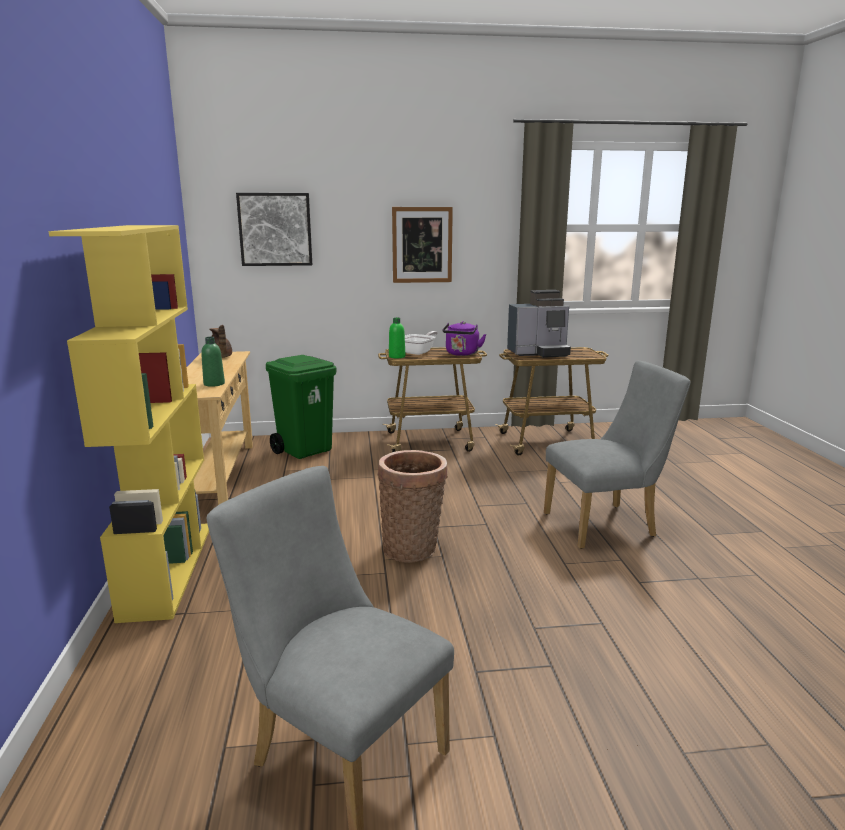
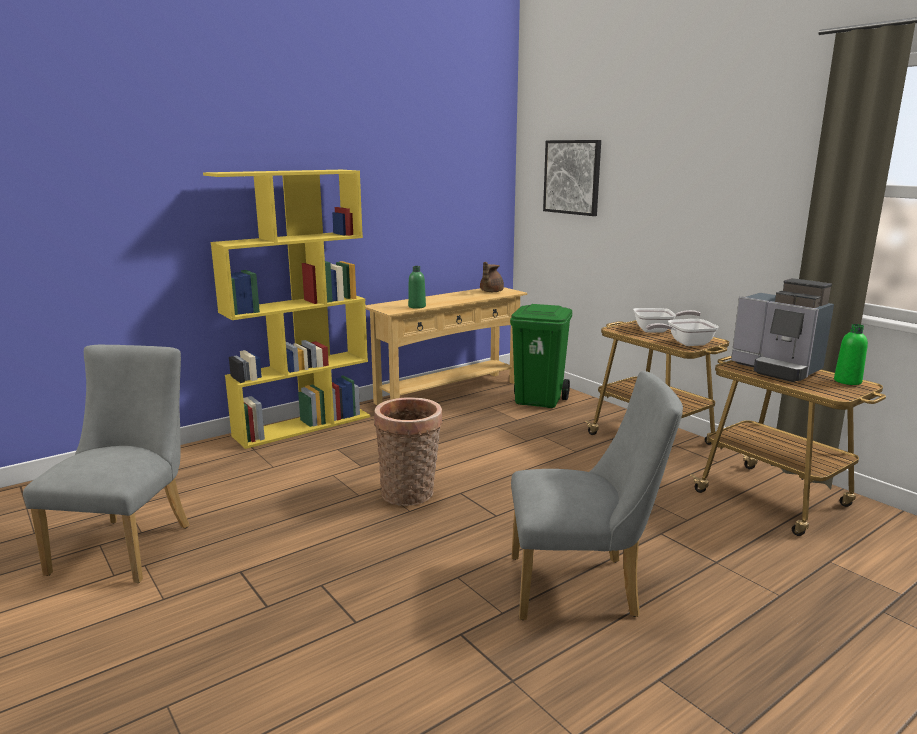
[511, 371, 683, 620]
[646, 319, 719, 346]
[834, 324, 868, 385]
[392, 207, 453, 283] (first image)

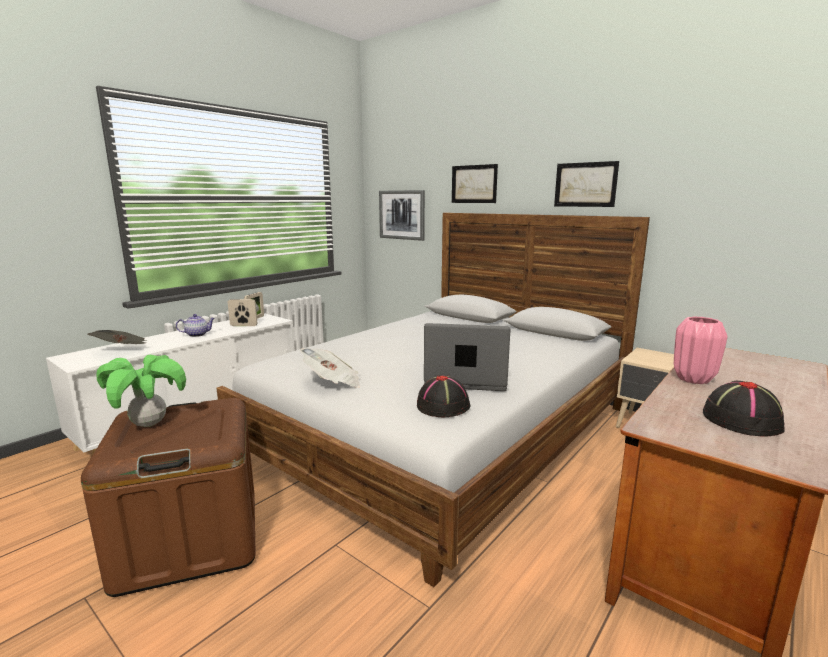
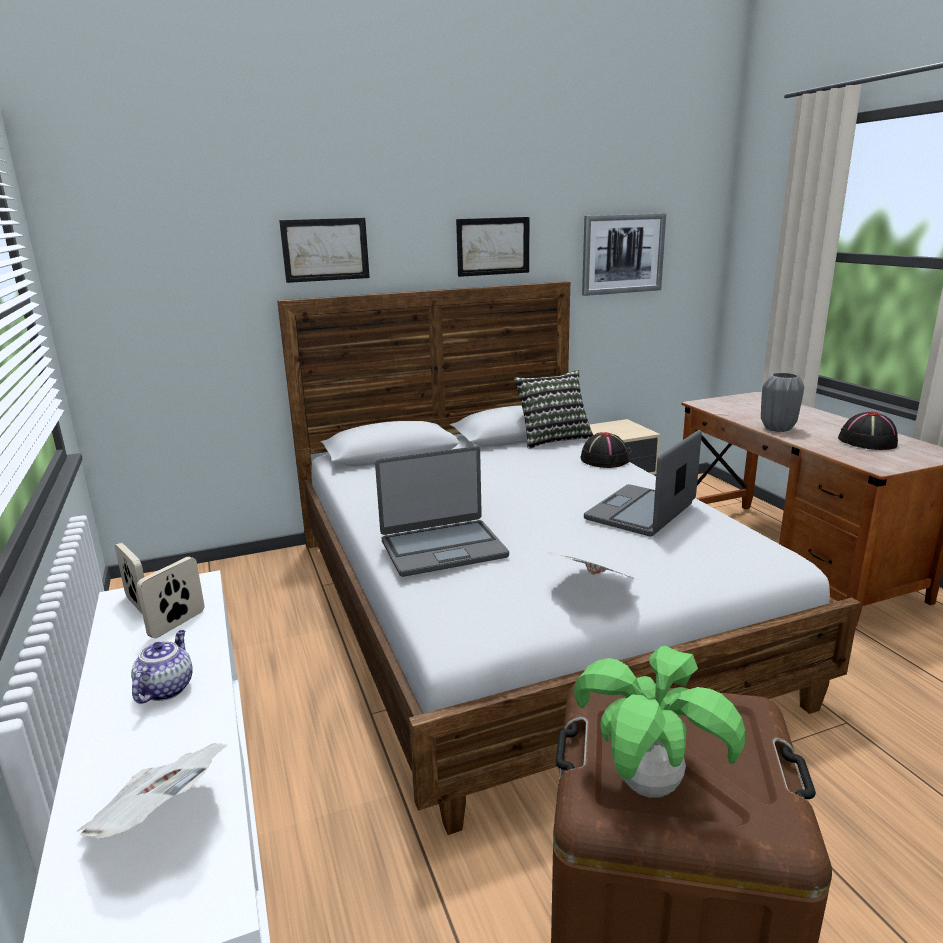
[375, 446, 509, 577]
[514, 370, 593, 449]
[581, 432, 629, 468]
[582, 213, 666, 296]
[761, 372, 804, 432]

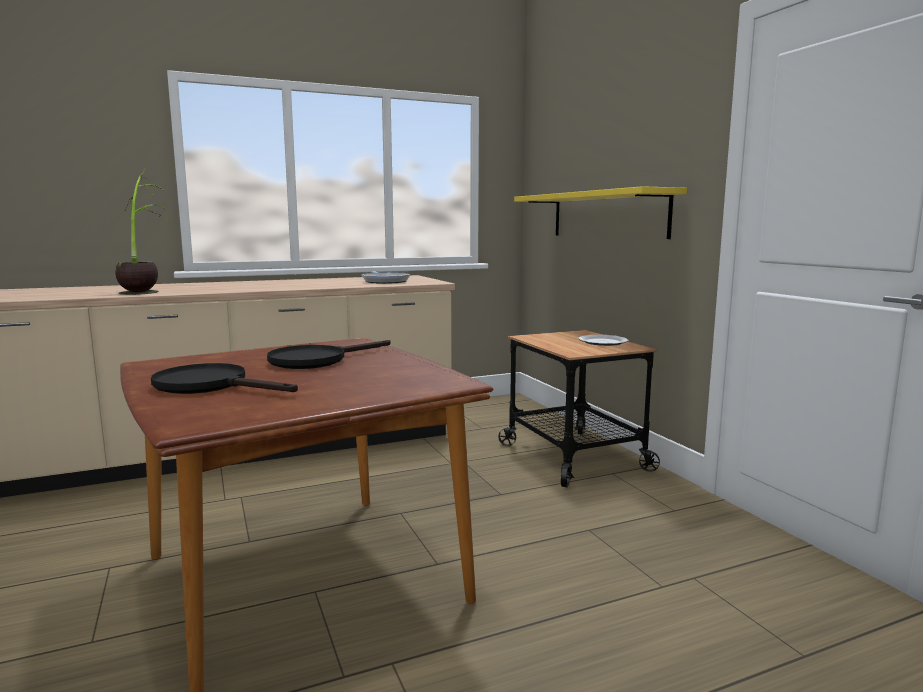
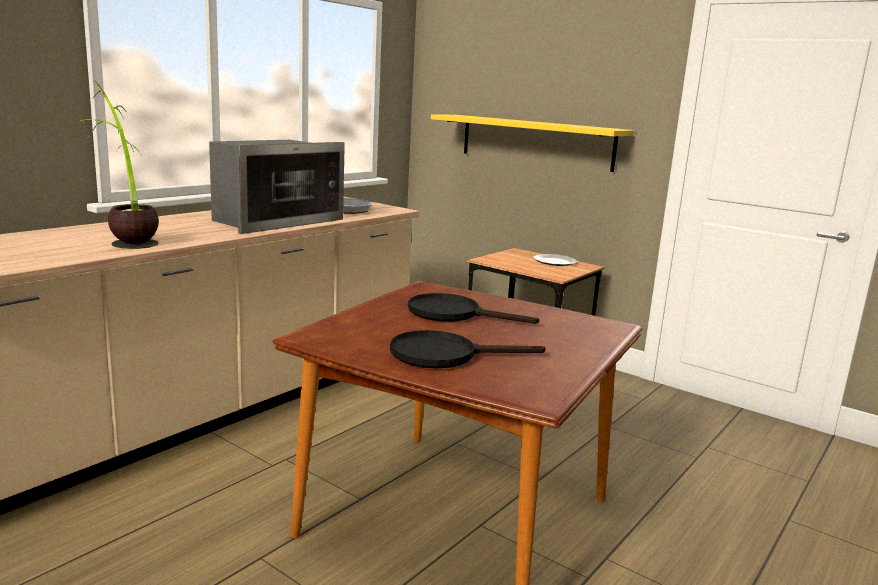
[209, 140, 345, 234]
[408, 293, 539, 324]

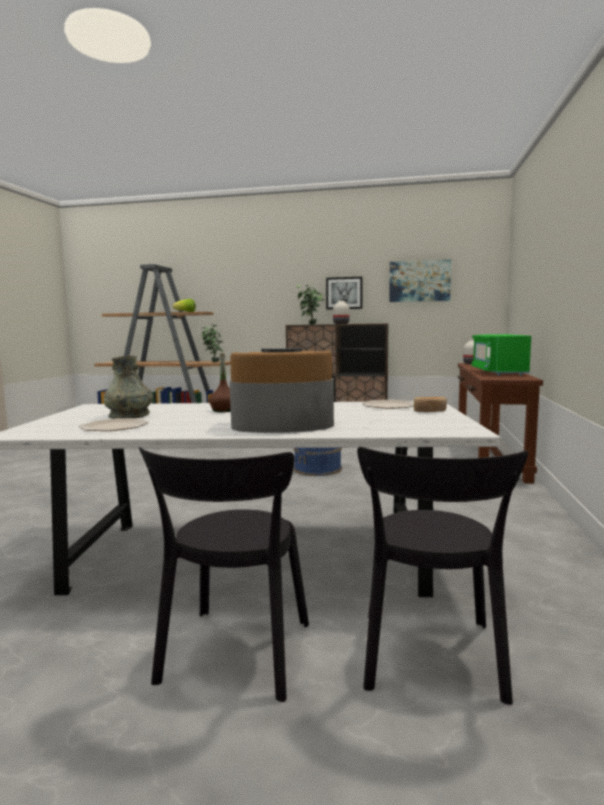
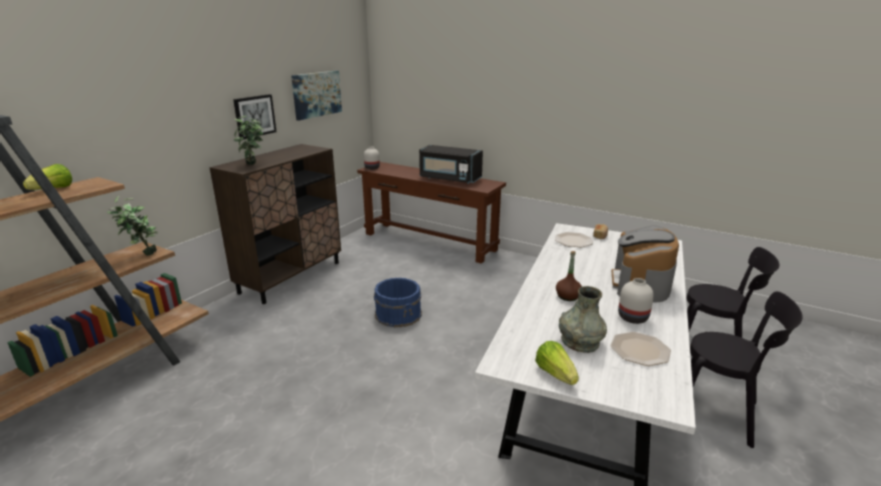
[419, 145, 483, 184]
[535, 341, 579, 385]
[618, 278, 654, 324]

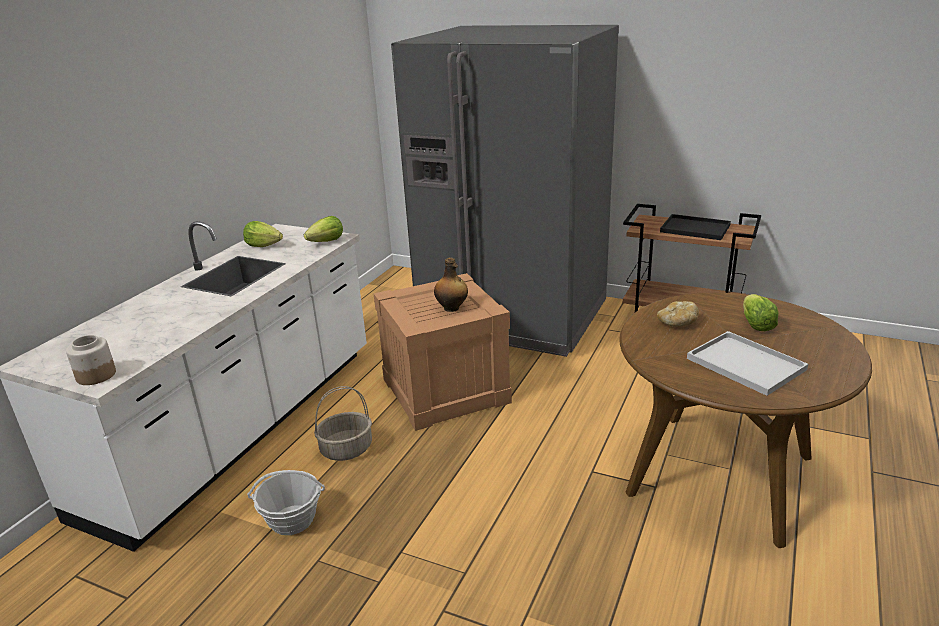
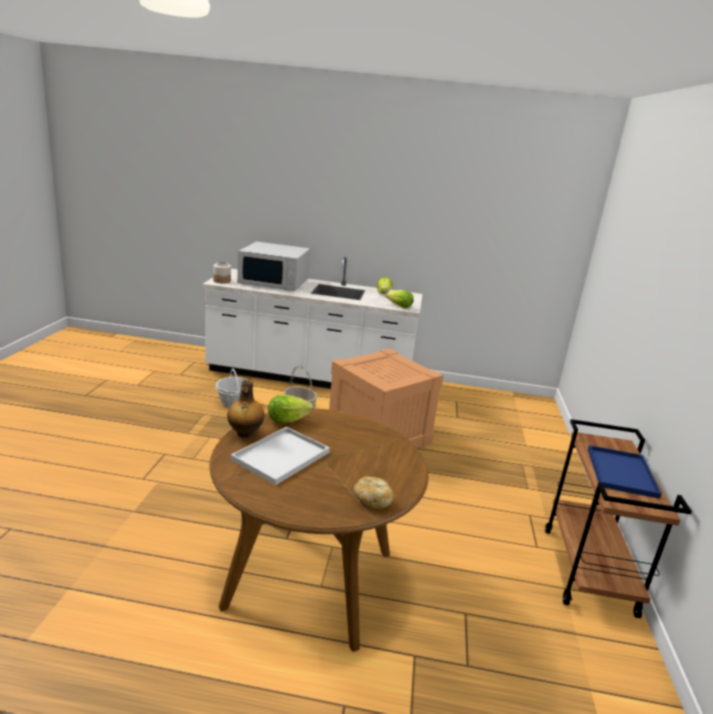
[227, 380, 265, 438]
[237, 241, 310, 291]
[268, 395, 313, 423]
[354, 477, 394, 509]
[588, 445, 662, 499]
[391, 25, 619, 357] (first image)

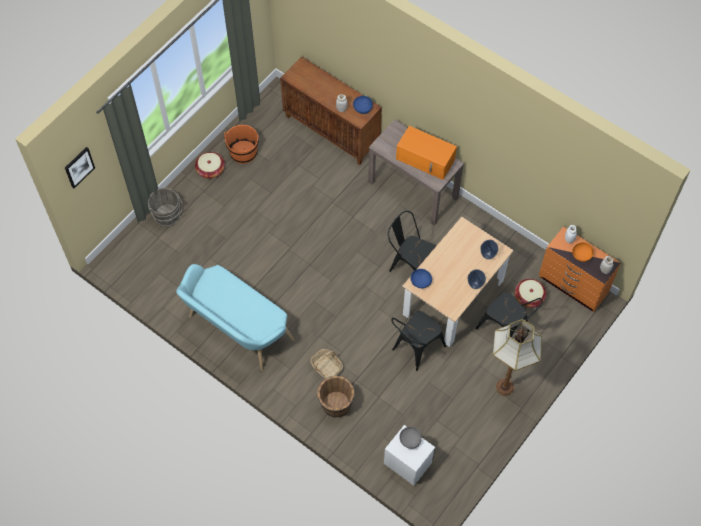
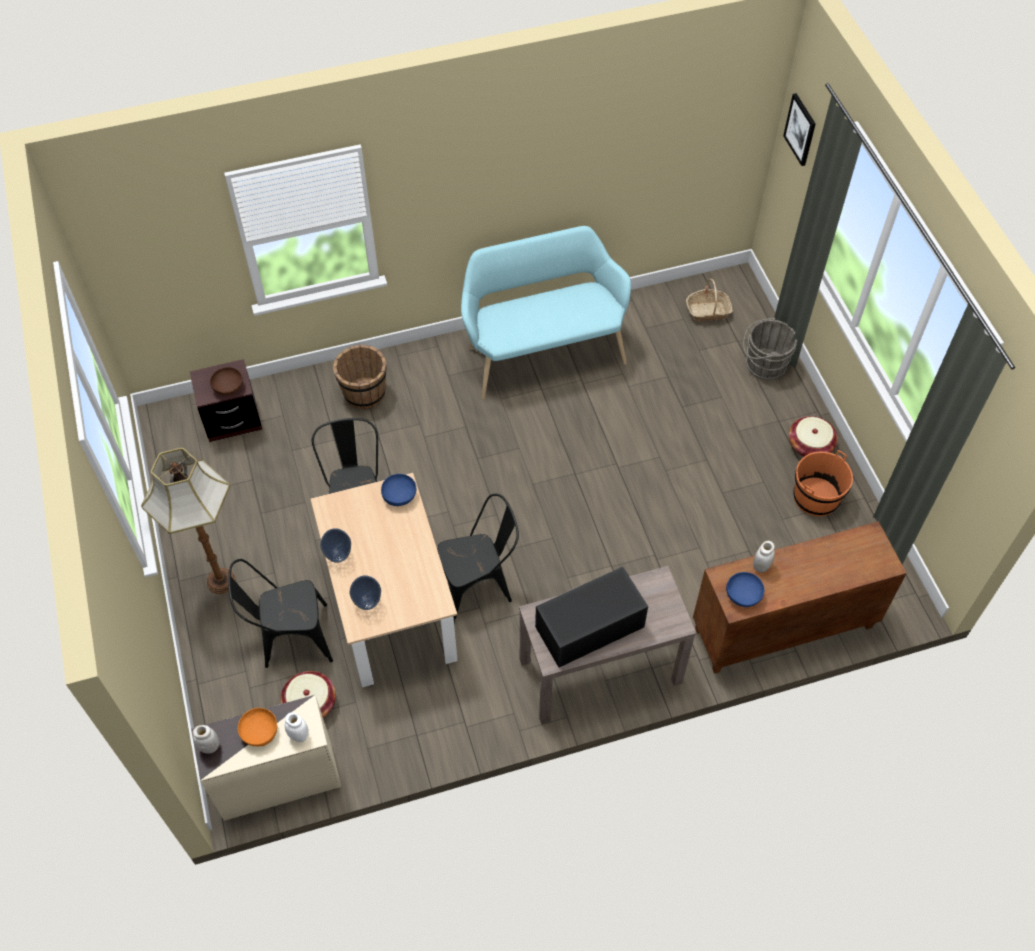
[190, 359, 262, 442]
[191, 695, 341, 821]
[210, 367, 243, 396]
[535, 567, 648, 667]
[686, 278, 733, 322]

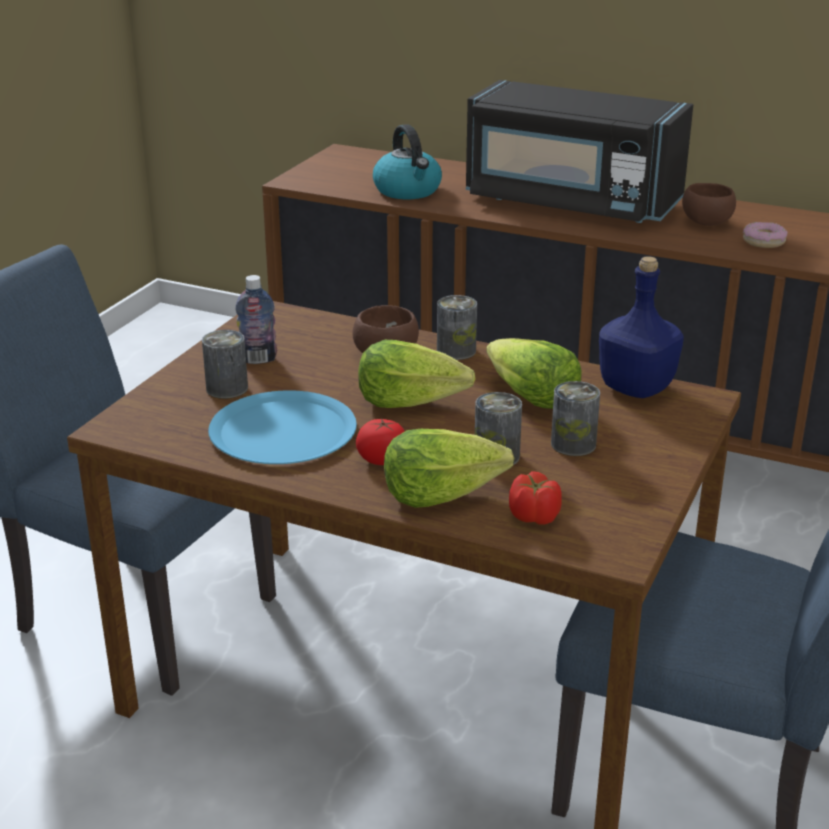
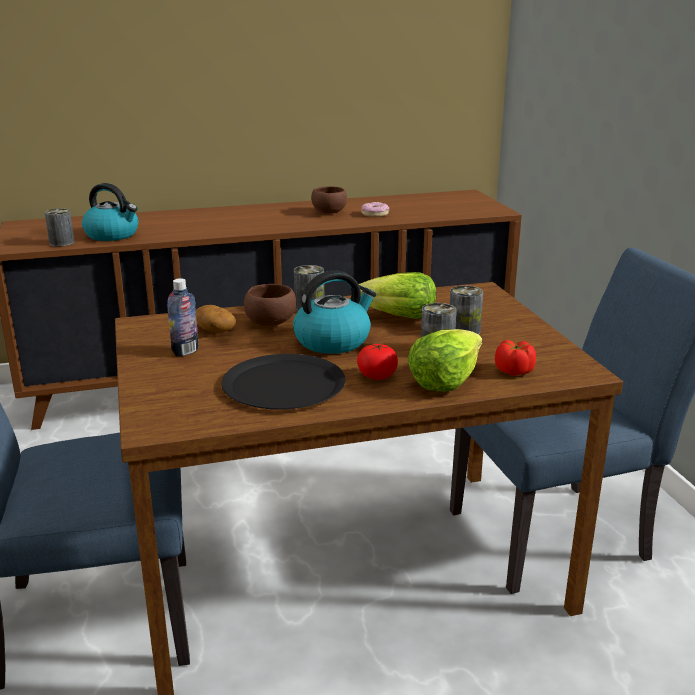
[45, 208, 74, 247]
[196, 305, 236, 333]
[222, 354, 346, 409]
[293, 270, 376, 354]
[466, 80, 693, 223] (first image)
[599, 256, 684, 398] (first image)

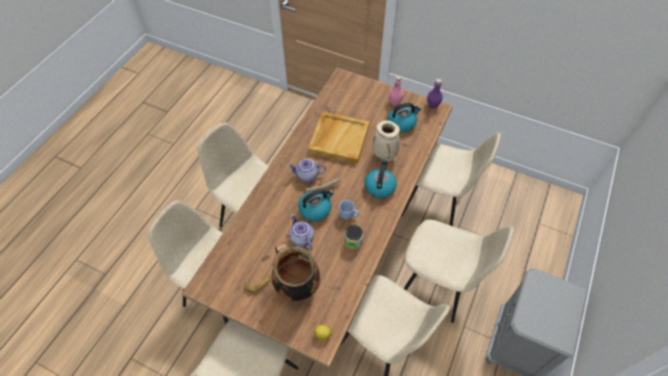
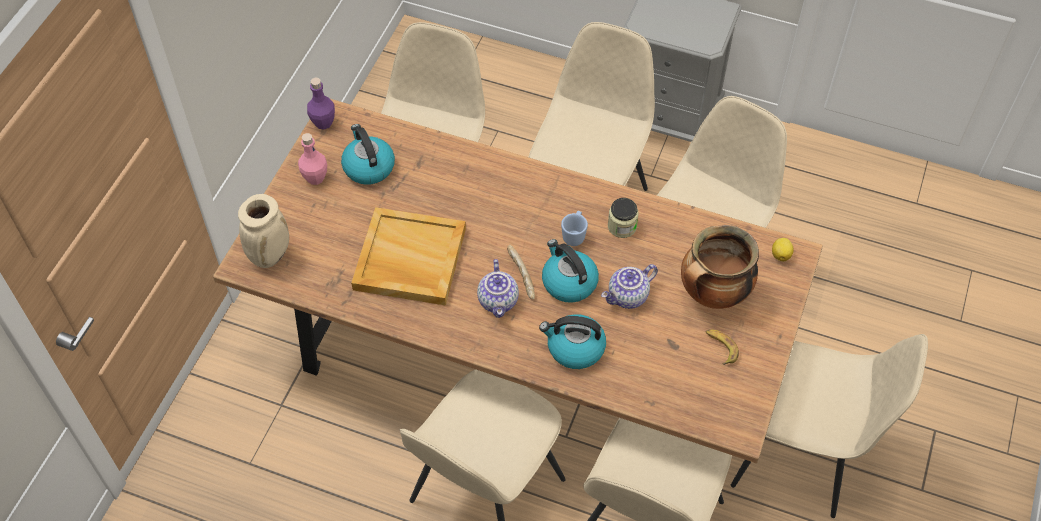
[238, 194, 289, 268]
[539, 314, 606, 369]

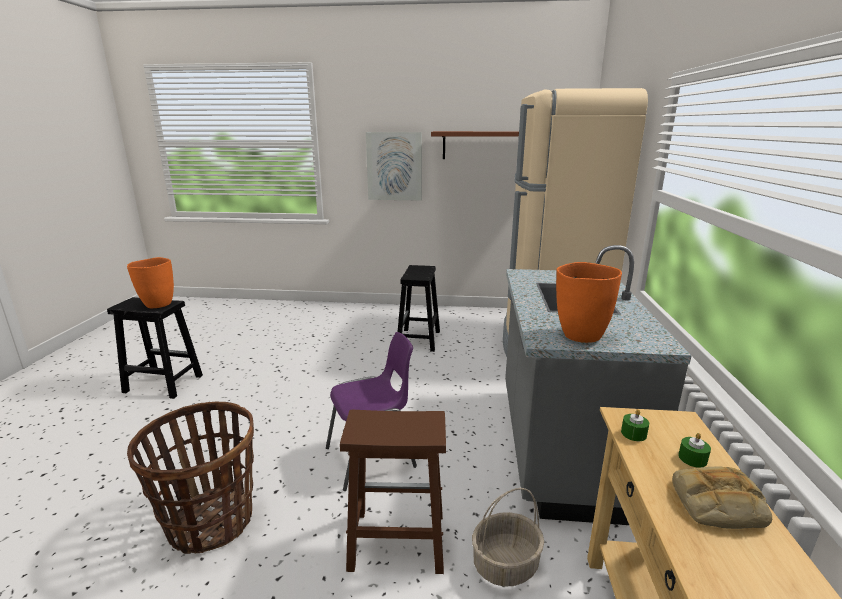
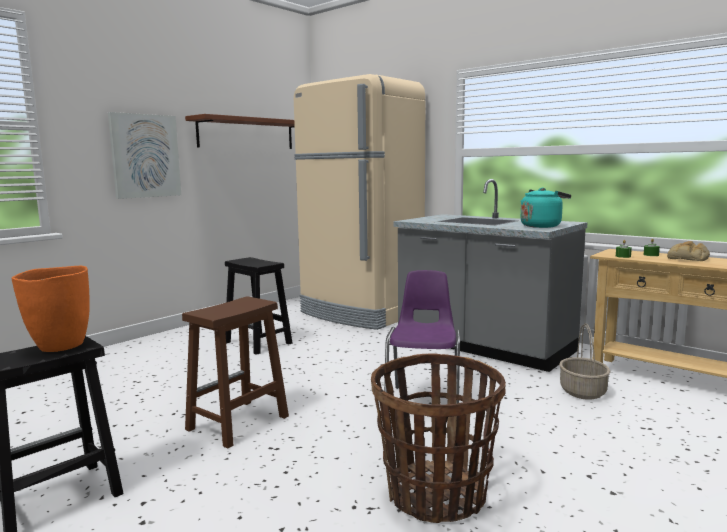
[182, 296, 289, 449]
[521, 188, 571, 228]

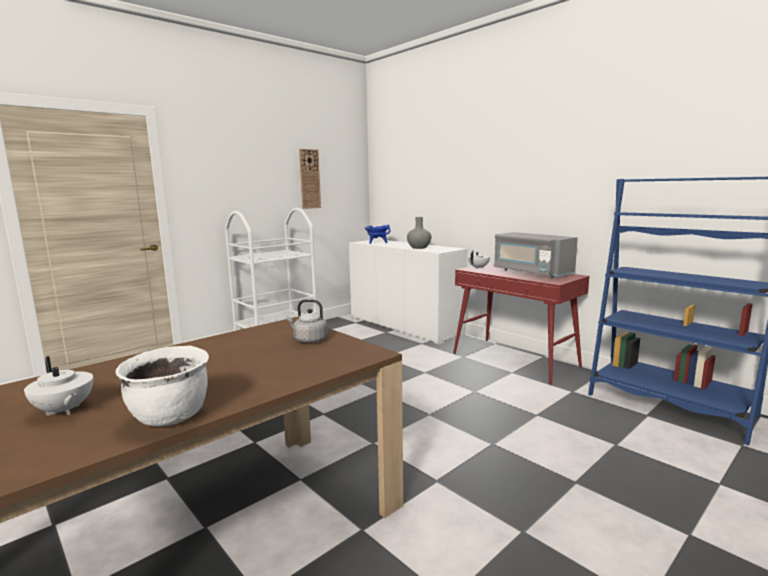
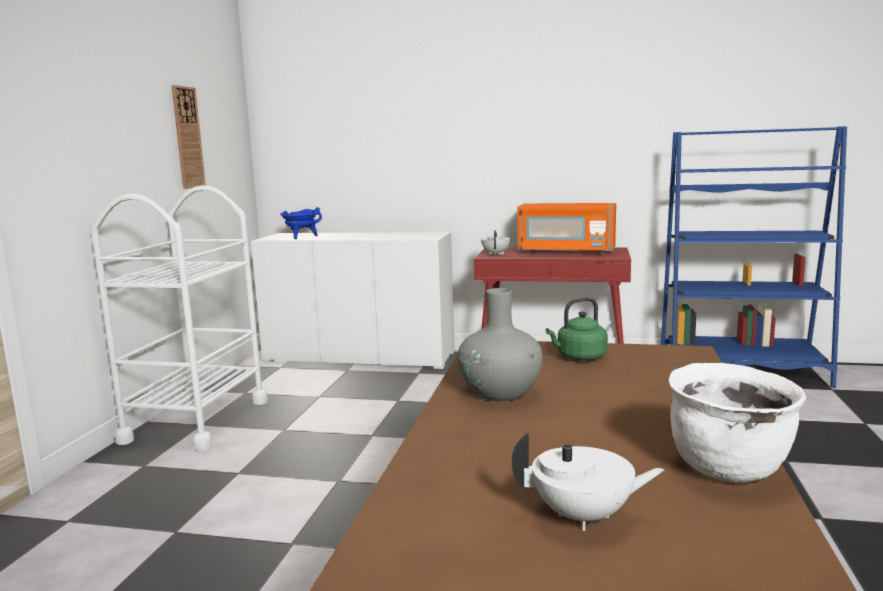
[458, 288, 543, 401]
[517, 203, 616, 254]
[545, 297, 608, 361]

